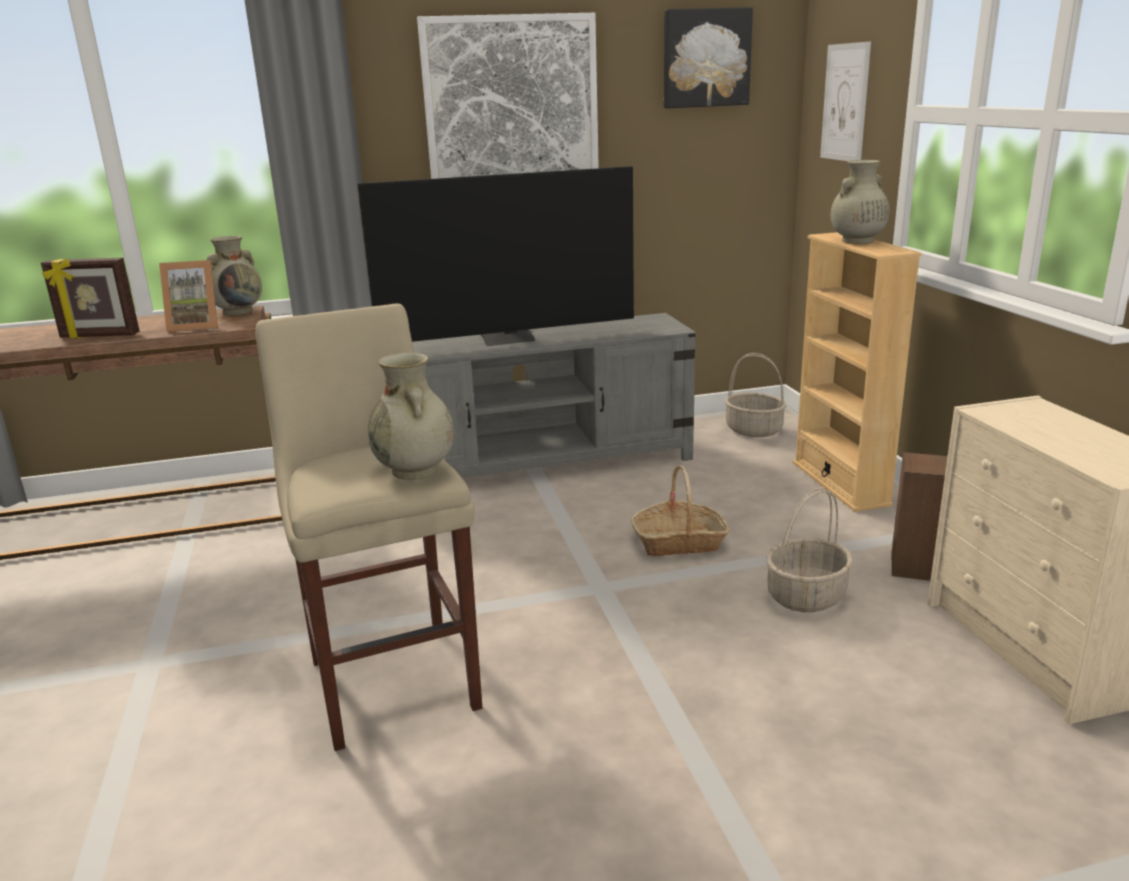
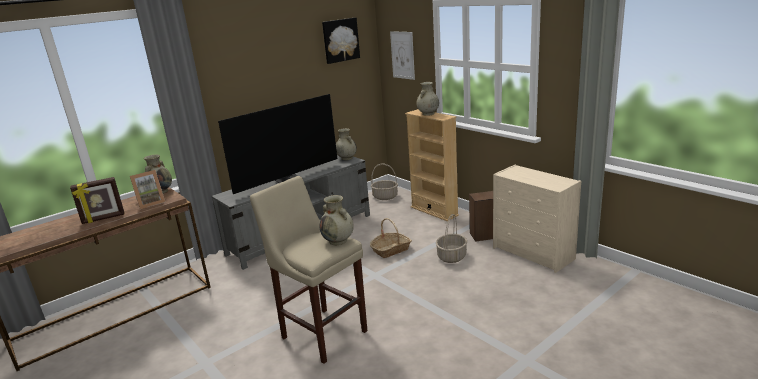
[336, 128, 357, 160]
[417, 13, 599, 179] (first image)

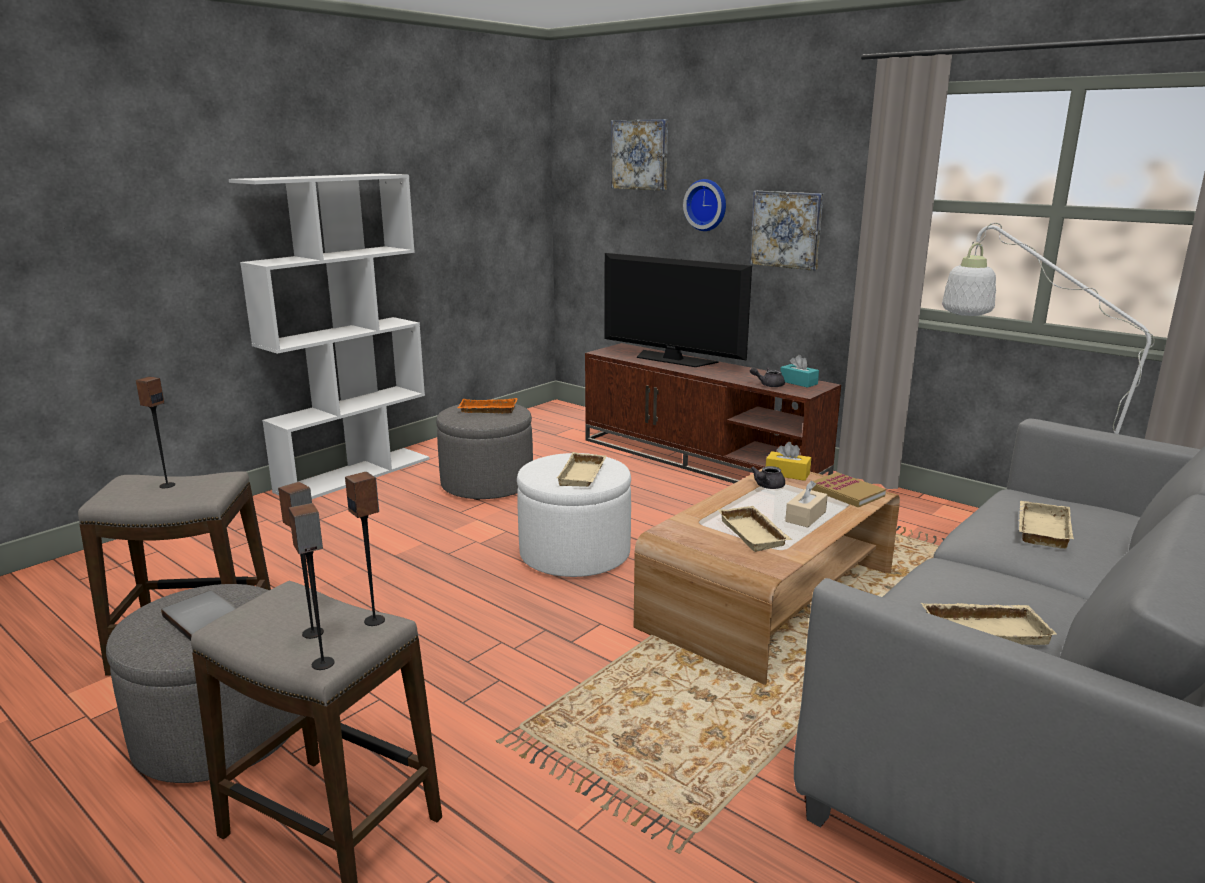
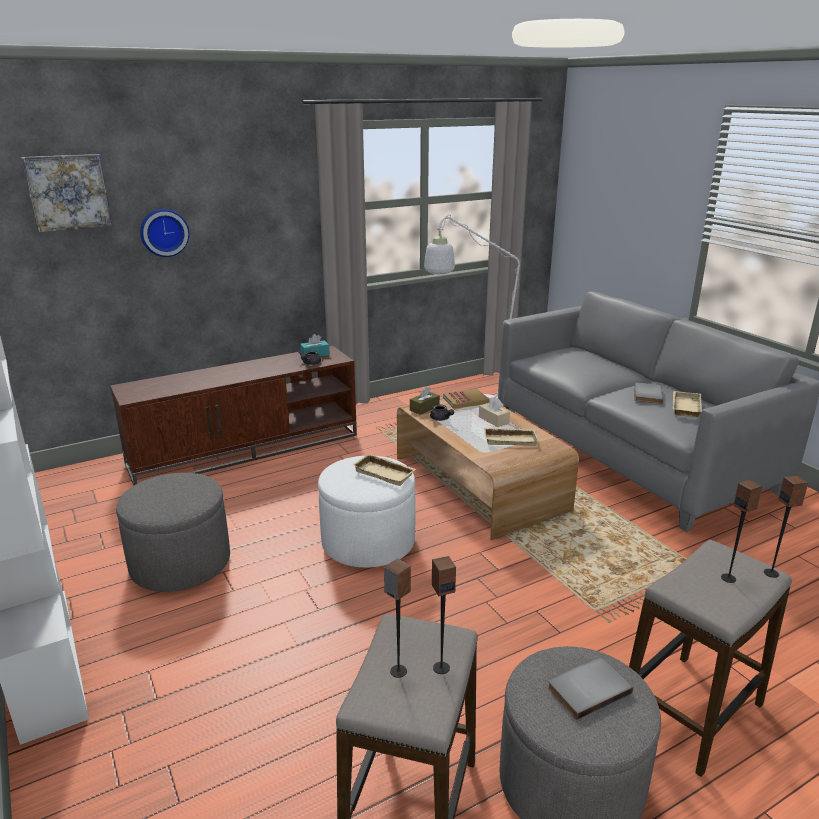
[410, 386, 440, 415]
[432, 556, 456, 674]
[634, 382, 663, 404]
[458, 398, 517, 414] (first image)
[605, 253, 752, 367] (first image)
[750, 191, 823, 271] (first image)
[1019, 501, 1074, 549] (first image)

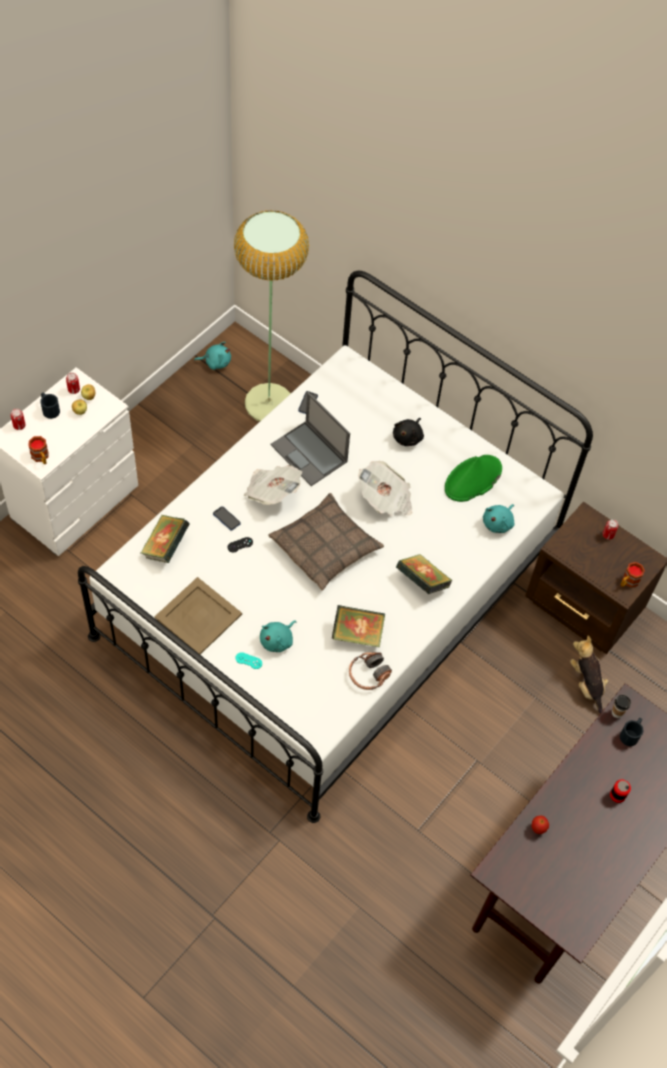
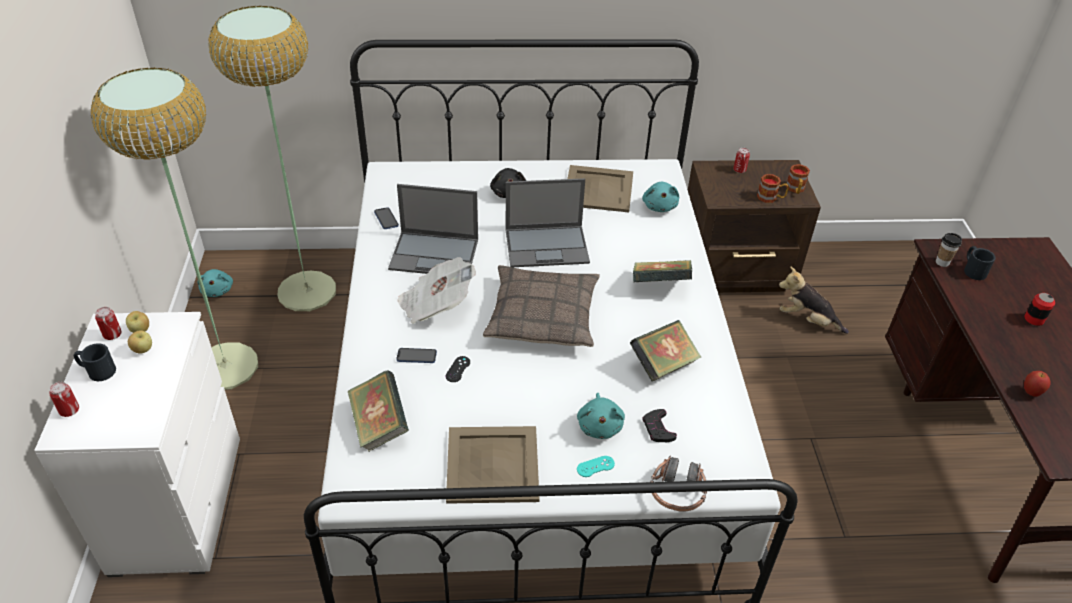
[91, 68, 258, 390]
[197, 269, 233, 297]
[505, 178, 590, 267]
[567, 165, 633, 212]
[642, 409, 677, 442]
[650, 456, 707, 512]
[757, 174, 789, 203]

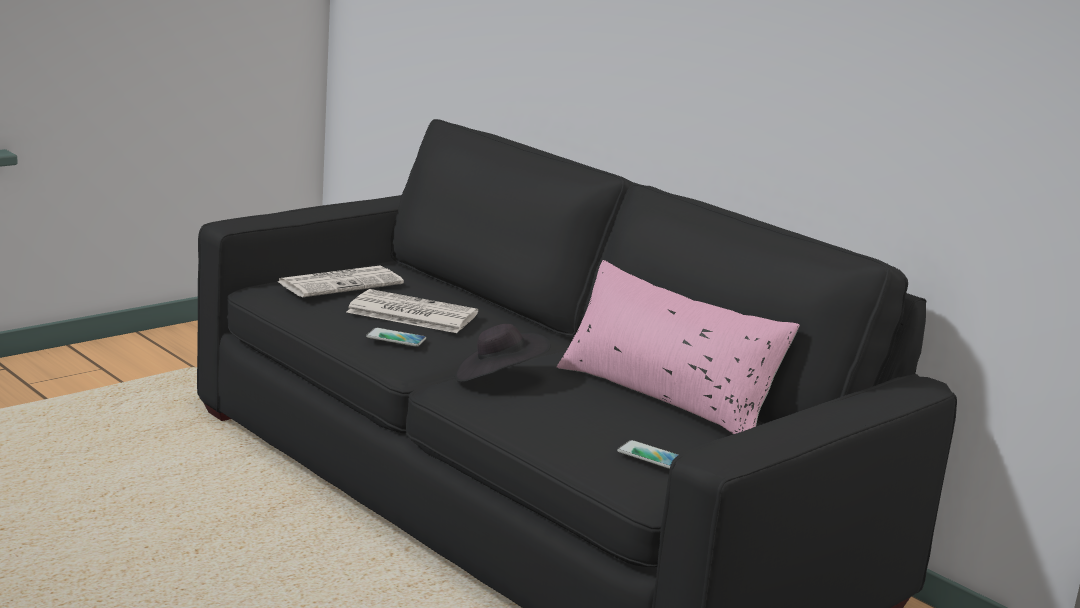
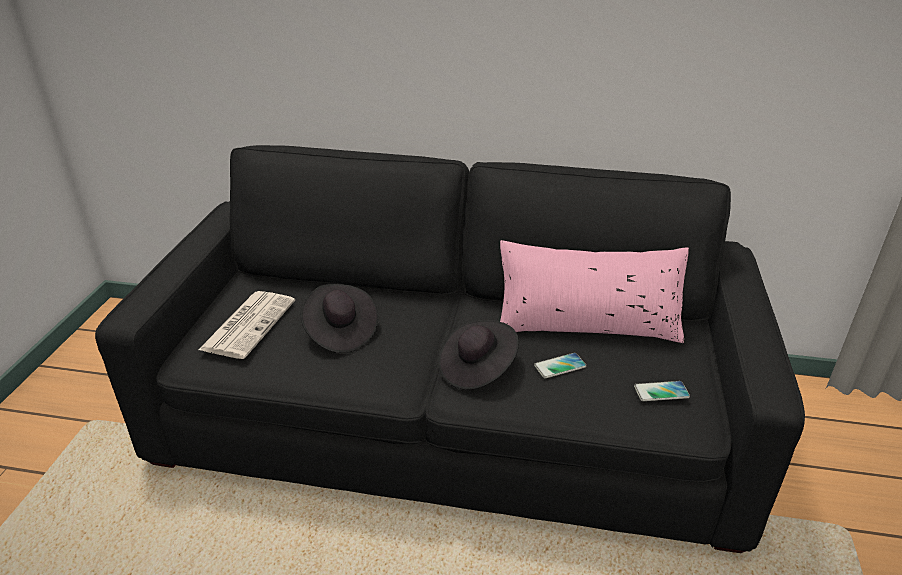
[301, 284, 378, 353]
[534, 353, 586, 378]

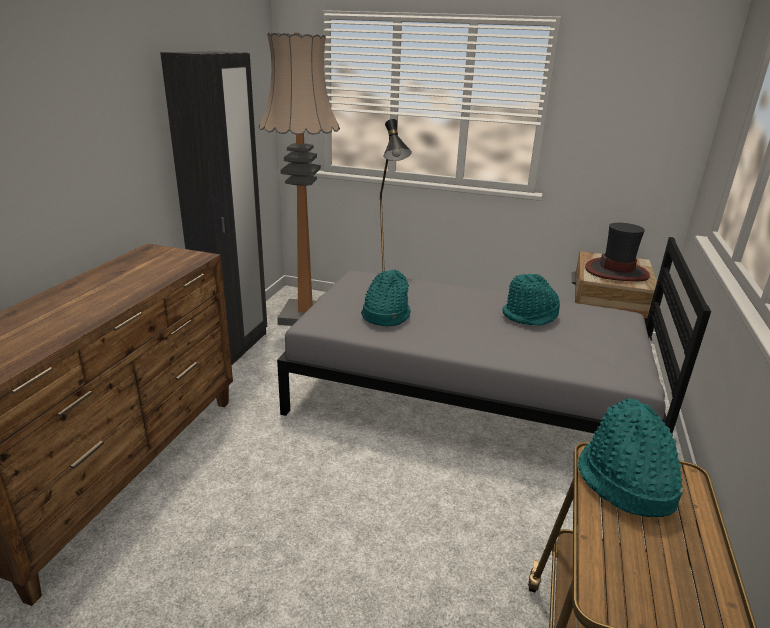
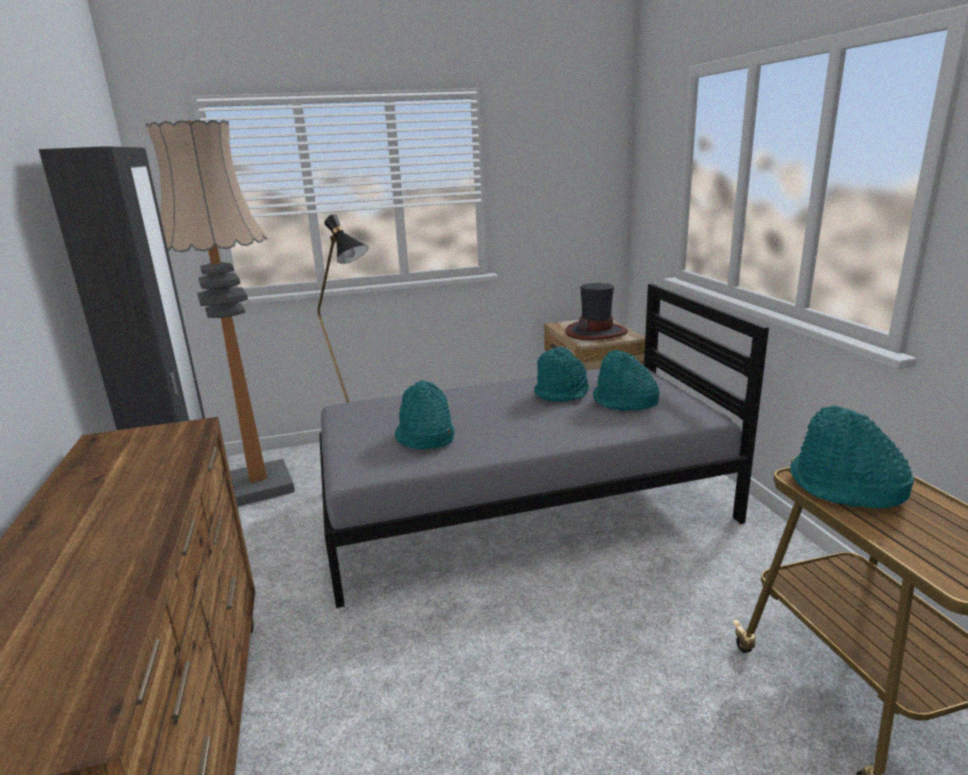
[593, 350, 659, 411]

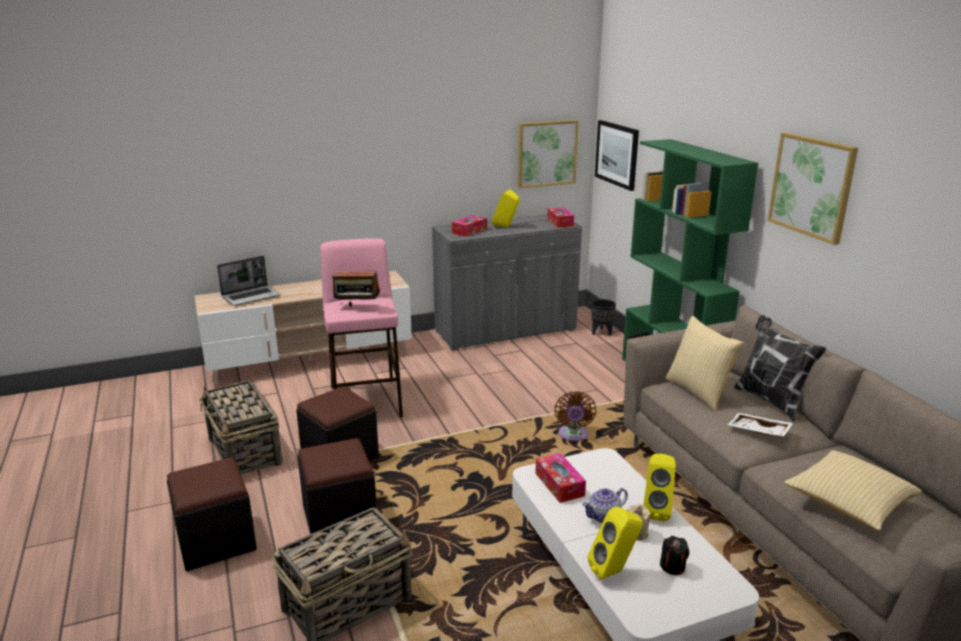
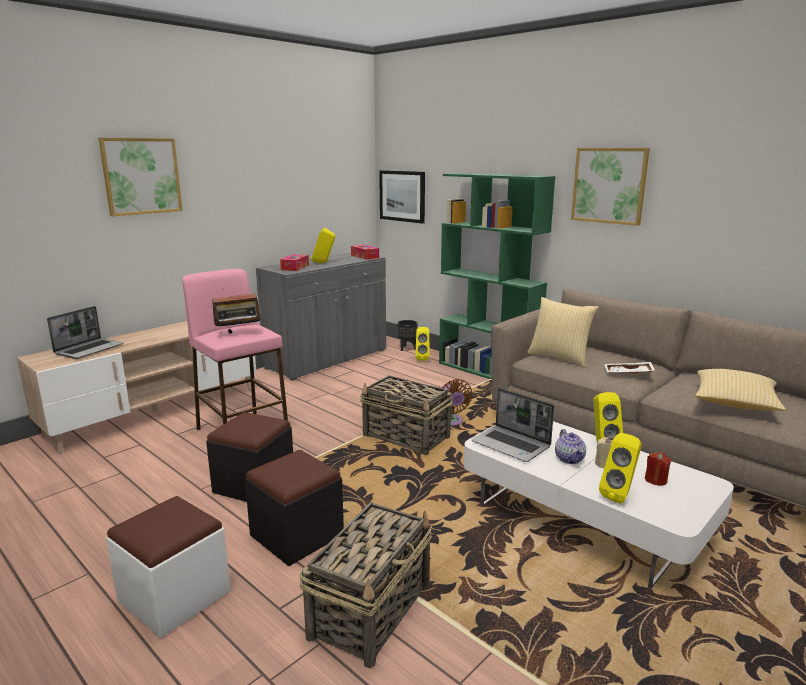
[98, 138, 183, 216]
[106, 496, 231, 638]
[360, 375, 453, 455]
[415, 327, 430, 361]
[471, 388, 554, 462]
[555, 429, 586, 464]
[645, 452, 671, 486]
[734, 315, 827, 421] (first image)

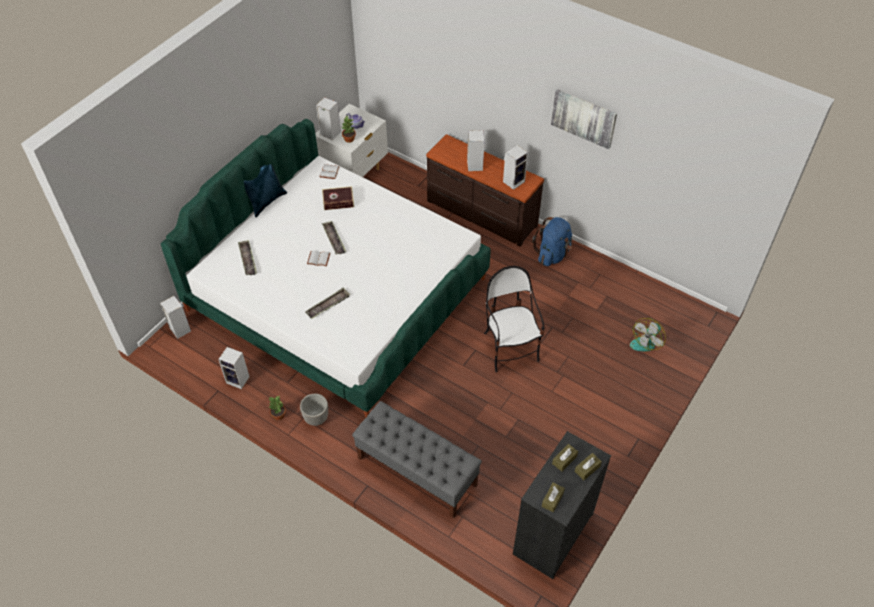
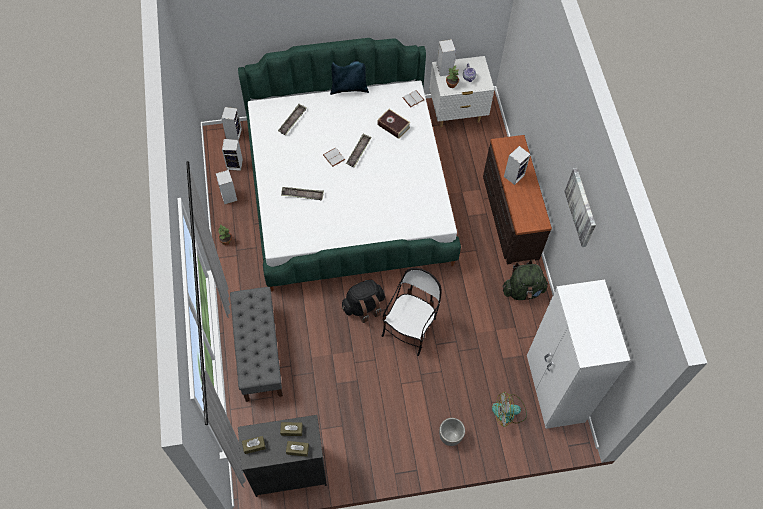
[222, 139, 243, 171]
[342, 280, 385, 323]
[439, 418, 465, 446]
[503, 260, 548, 300]
[527, 280, 630, 429]

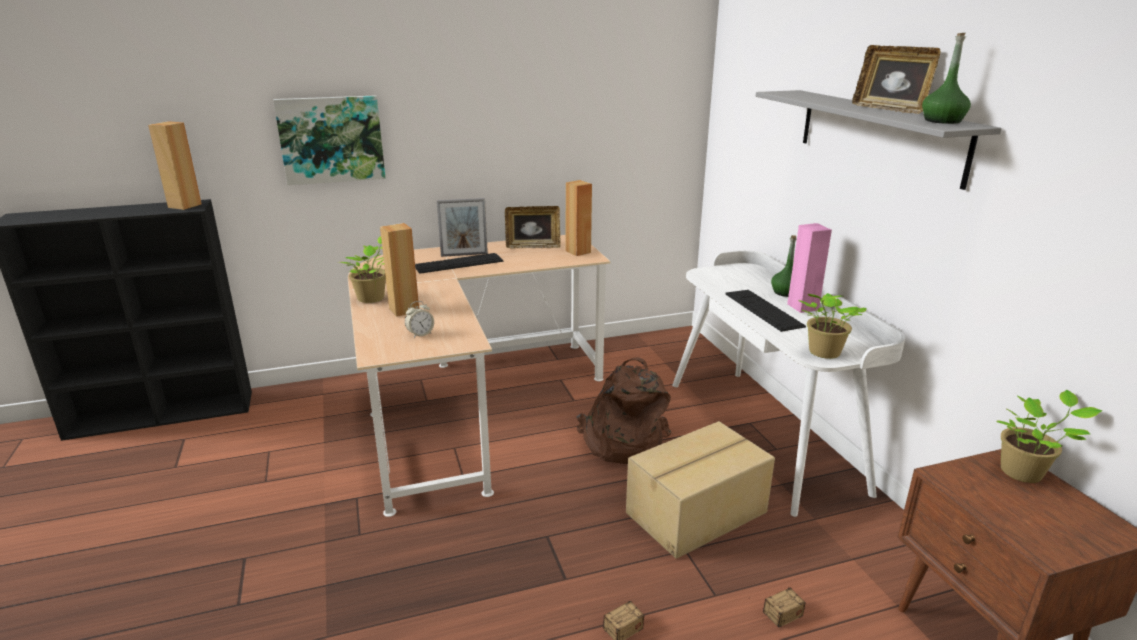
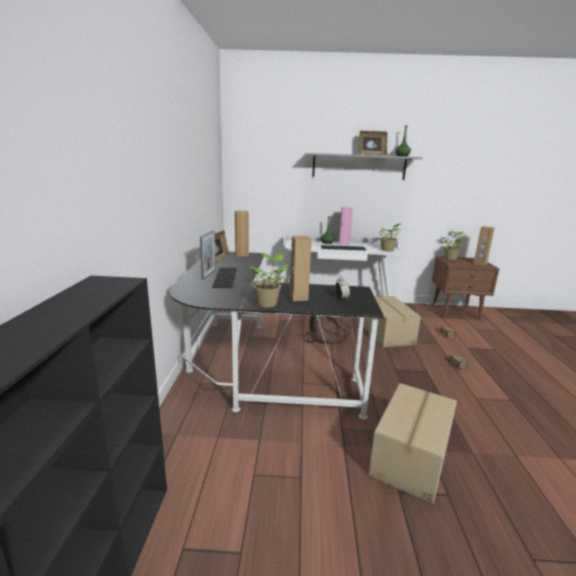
[169, 252, 384, 419]
[368, 383, 457, 504]
[473, 226, 495, 266]
[273, 95, 386, 185] (first image)

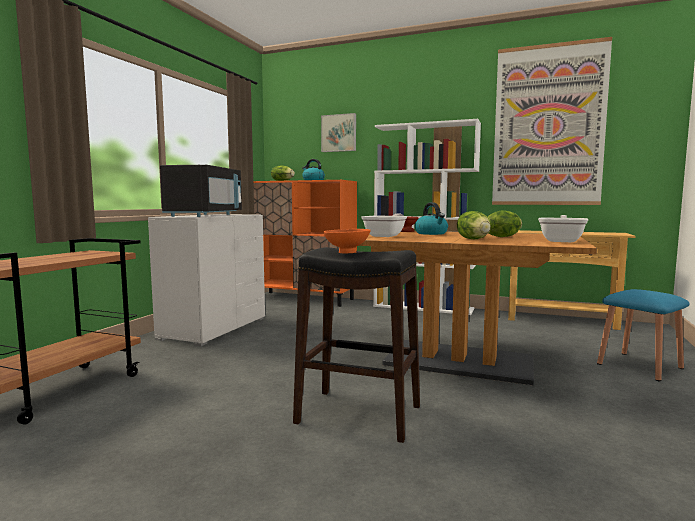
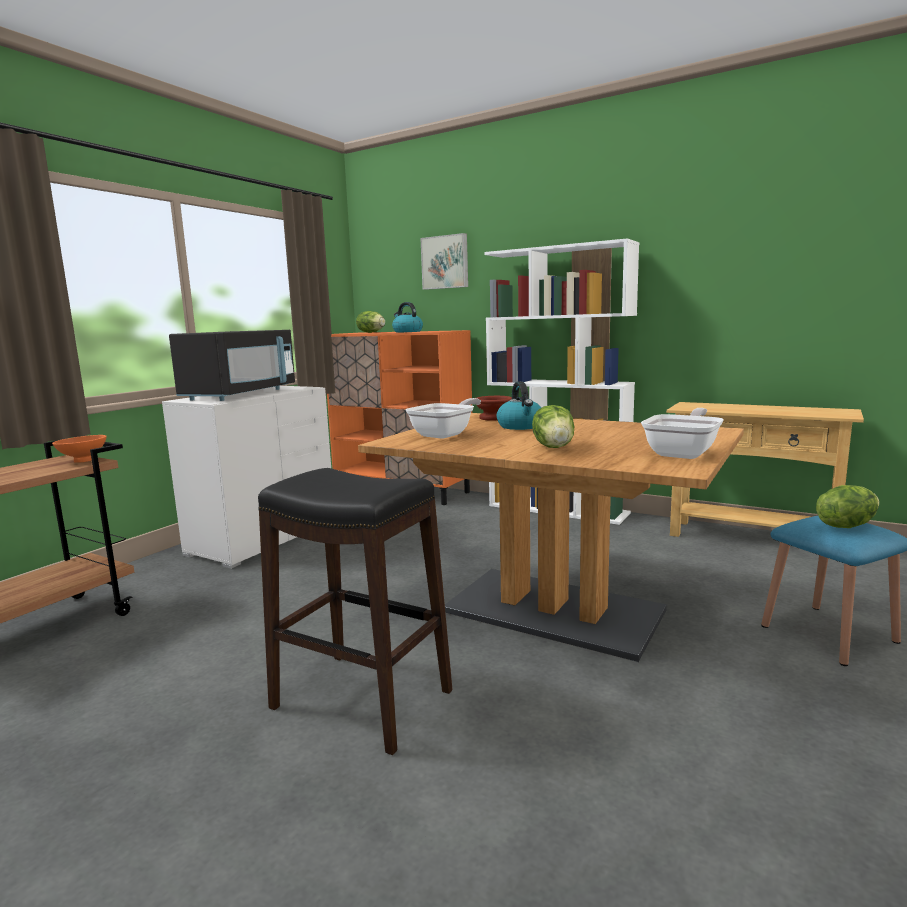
[52, 435, 107, 463]
[816, 485, 879, 528]
[492, 37, 612, 205] (first image)

